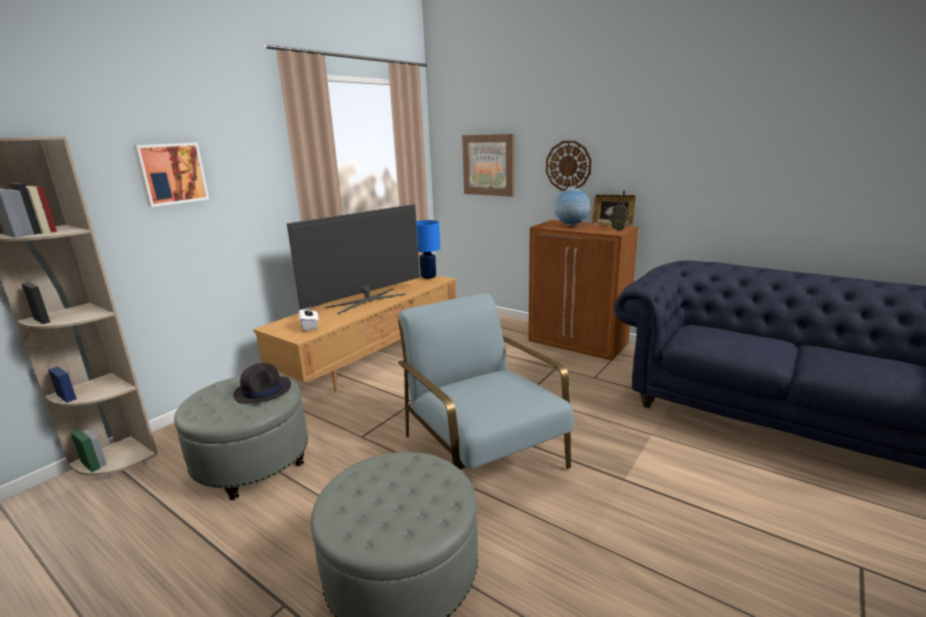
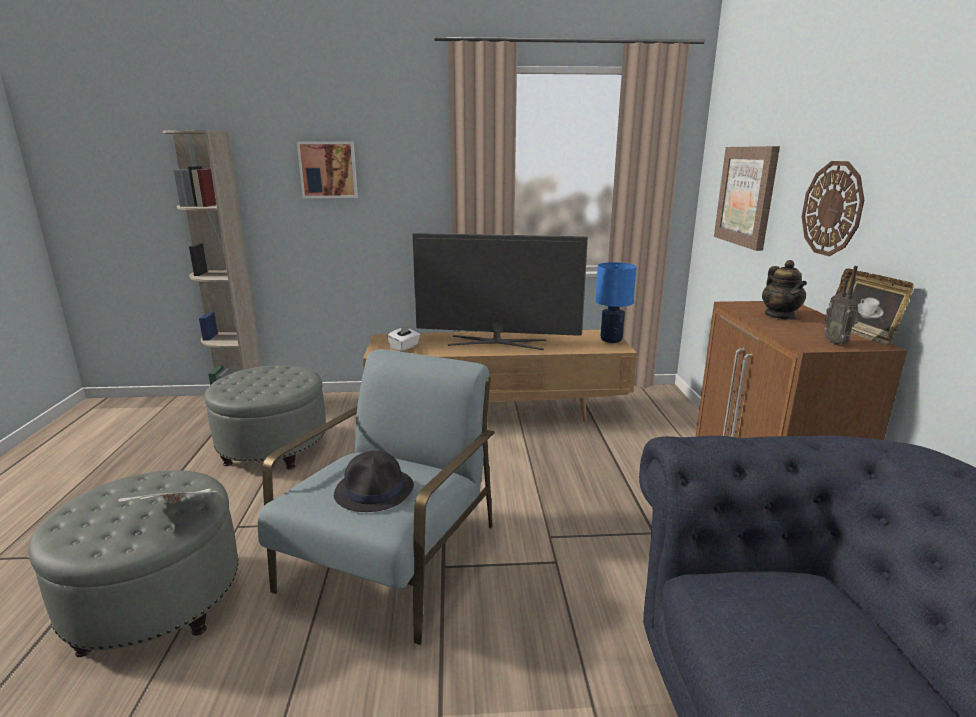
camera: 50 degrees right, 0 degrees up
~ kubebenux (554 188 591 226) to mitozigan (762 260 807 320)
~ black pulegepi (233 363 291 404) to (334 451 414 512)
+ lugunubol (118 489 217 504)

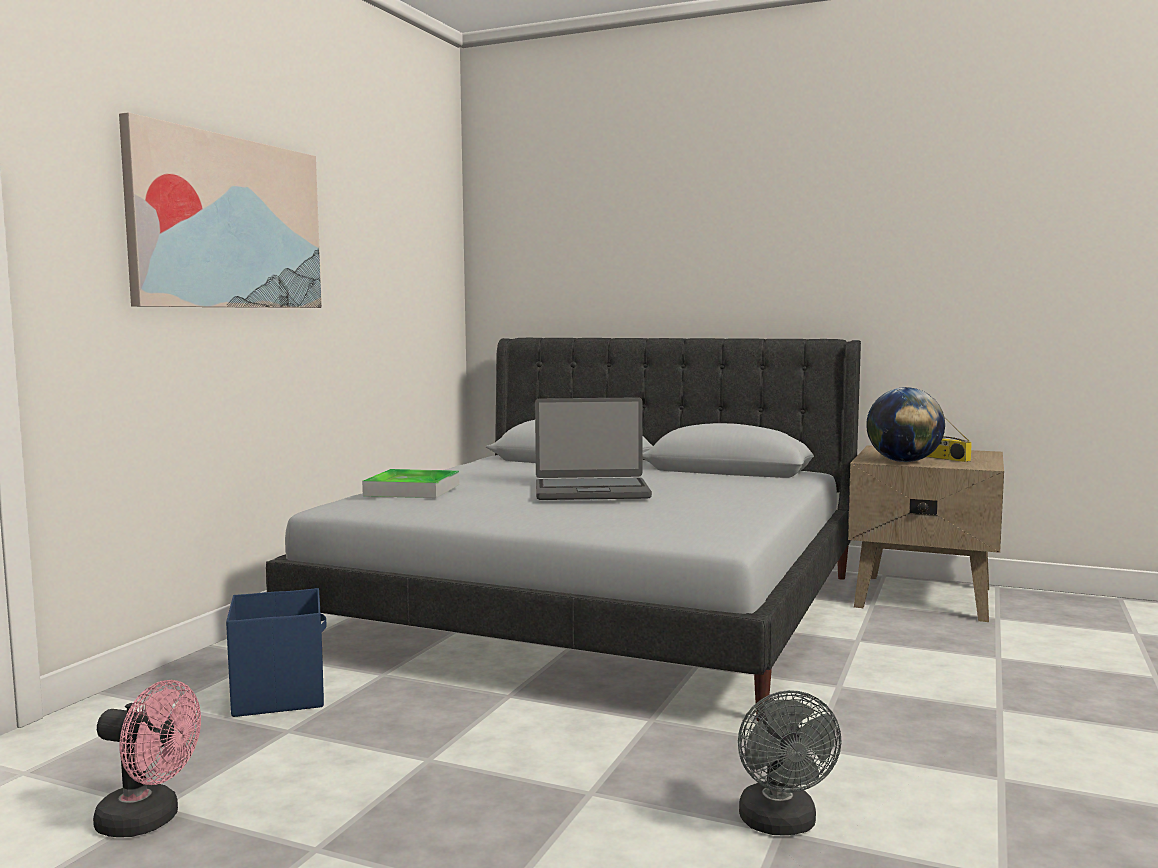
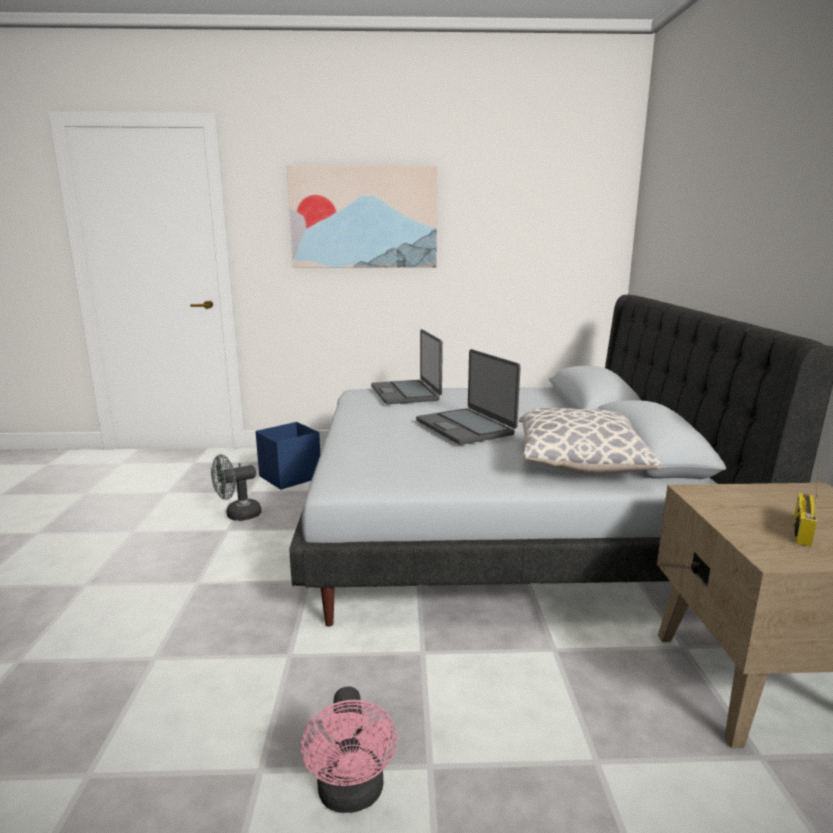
camera: 65 degrees right, 10 degrees up
- kubebenux (866 387 945 462)
~ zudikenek (362 469 459 498) to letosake (371 329 443 404)
~ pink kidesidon (93 680 201 837) to (301 686 397 813)
~ grey kidesidon (738 690 842 835) to (211 455 261 521)
+ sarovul (519 408 661 475)

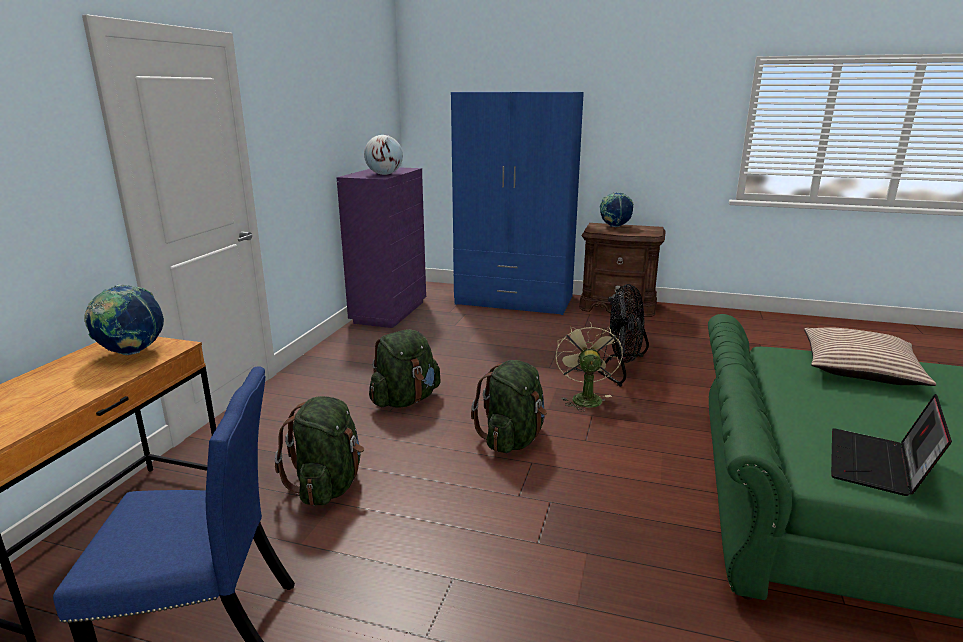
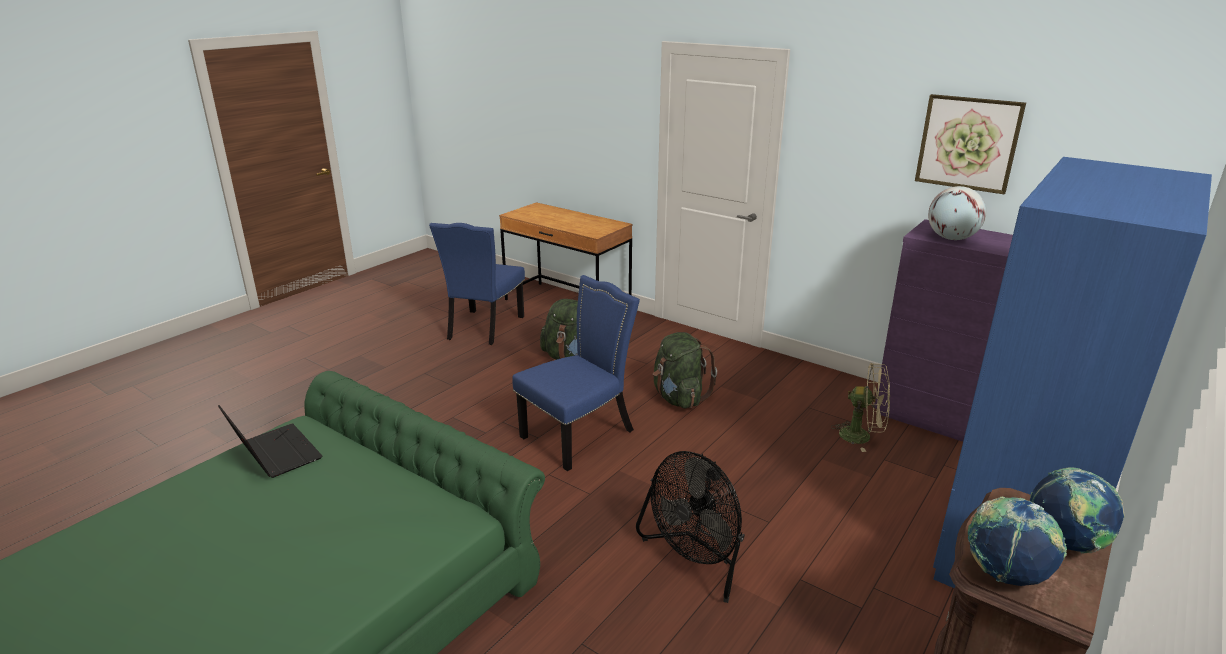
camera: 110 degrees right, 5 degrees up
~ kubebenux (84 285 164 355) to (968 497 1067 586)
~ beige kidesidon (556 322 623 412) to (831 363 890 452)
- sarovul (804 327 936 386)
~ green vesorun (471 360 547 453) to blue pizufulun (512 275 640 471)
+ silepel (915 94 1026 194)

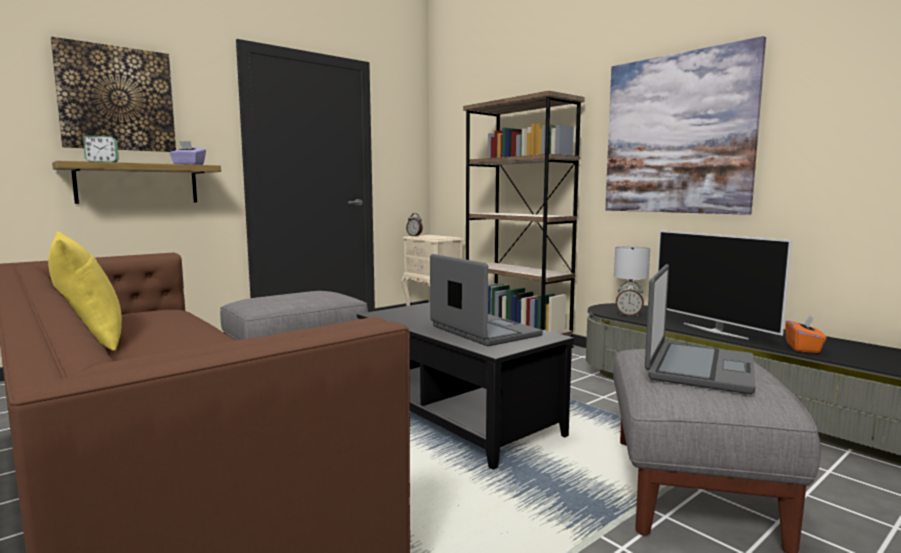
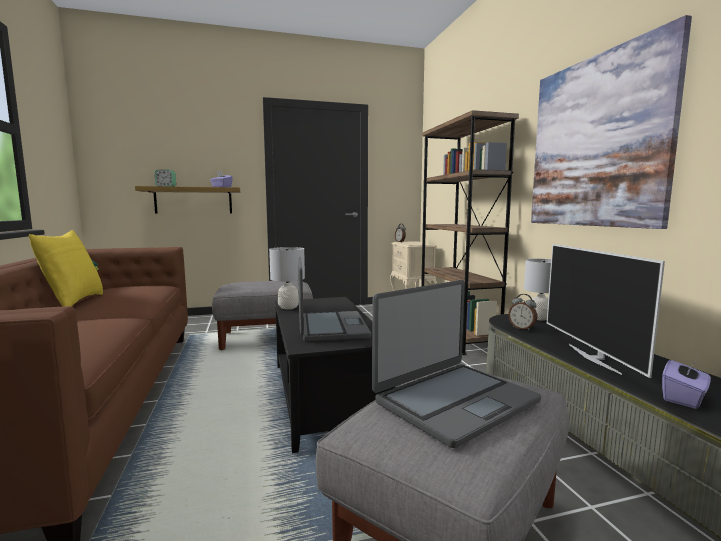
camera: 25 degrees right, 0 degrees up
- silepel (51 37 176 152)
~ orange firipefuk (785 315 826 353) to purple firipefuk (662 357 711 409)
+ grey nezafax (269 247 305 310)

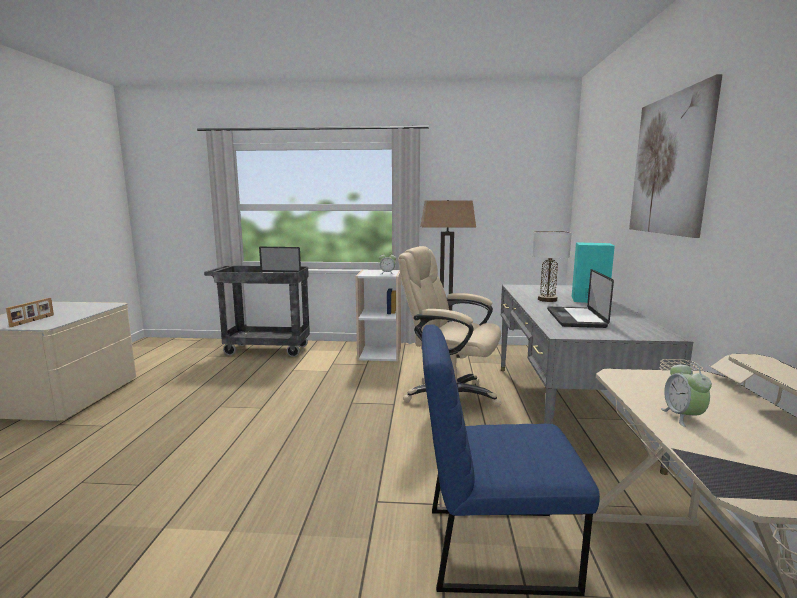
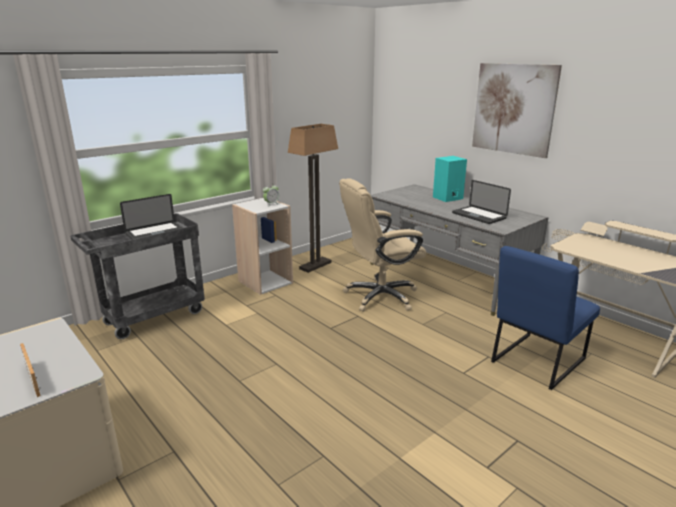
camera: 45 degrees left, 10 degrees up
- nezafax (532 231 572 302)
- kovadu (661 361 712 427)

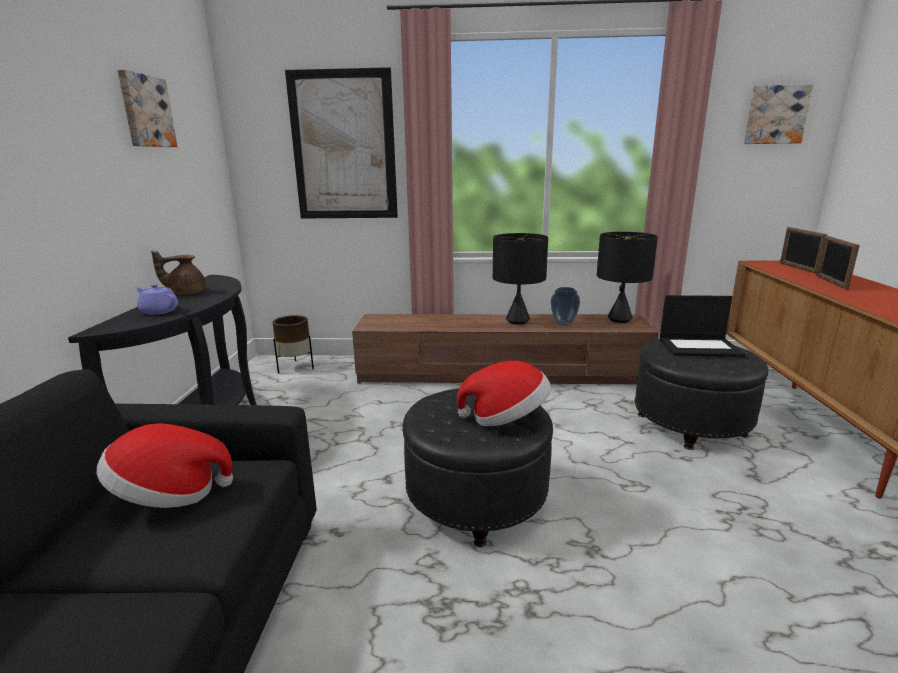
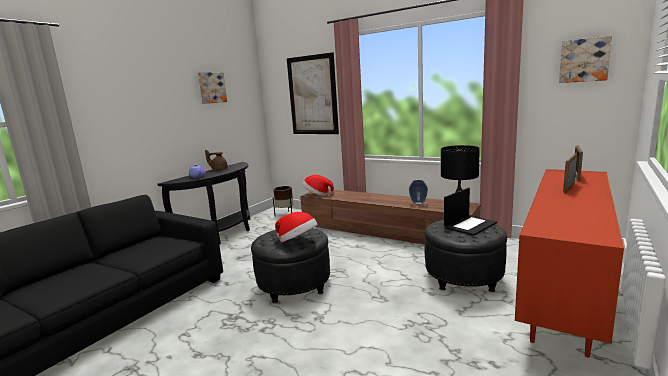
camera: 30 degrees right, 5 degrees down
- black nezafax (493 233 548 324)
~ letosake (660 295 745 357) = (444 188 497 236) 75 degrees counterclockwise
~ pulegepi (97 423 233 508) to (302 175 334 196)

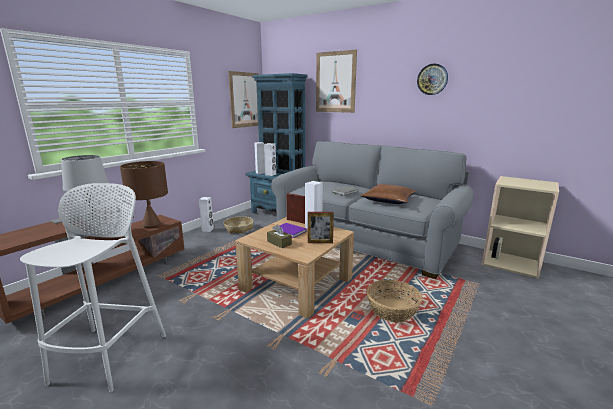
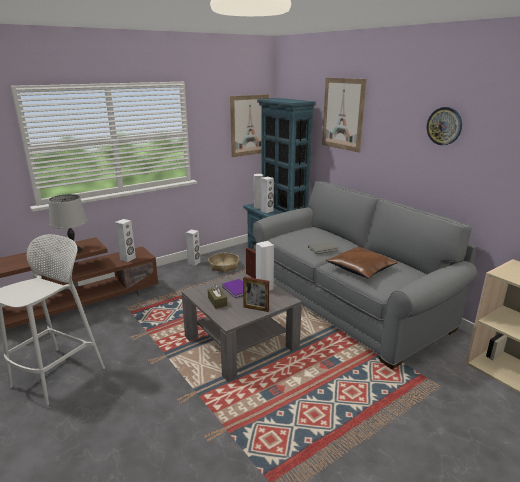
camera: 20 degrees right, 5 degrees up
~ brown nezafax (120 161 168 228) to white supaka (115 219 136 262)
~ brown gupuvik (235 217 354 319) to grey gupuvik (181 271 302 382)
- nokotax (367 280 422 322)

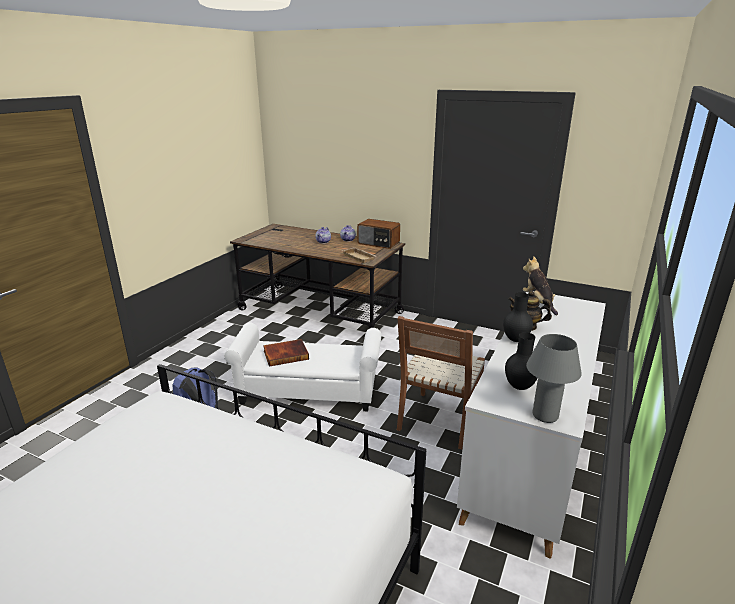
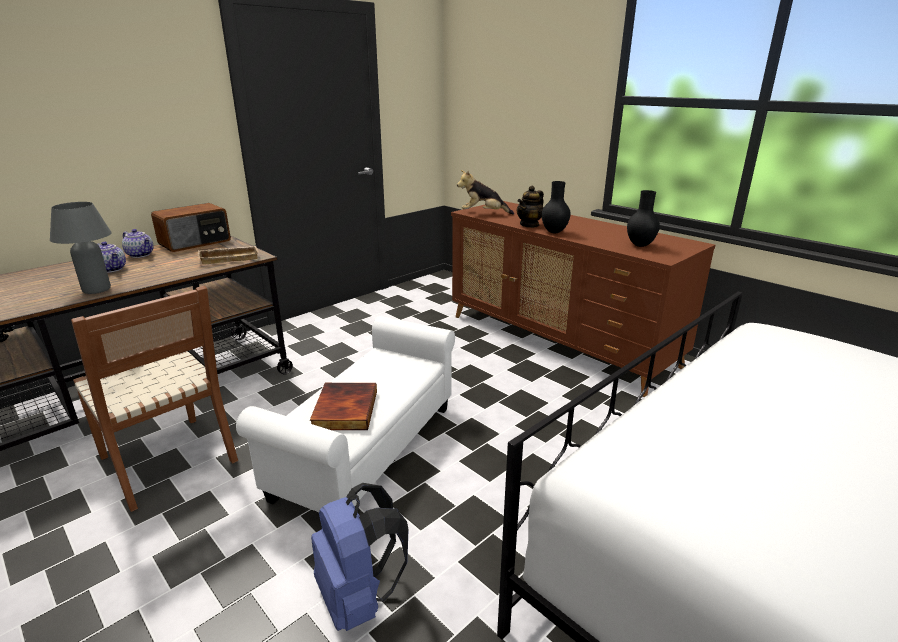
camera: 70 degrees left, 0 degrees up
~ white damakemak (457 292 606 559) to brown damakemak (451 201 715 397)
~ pizufulun (397 316 485 449) to (71 286 238 512)
~ grey nezafax (526 334 582 423) to (50 202 112 294)

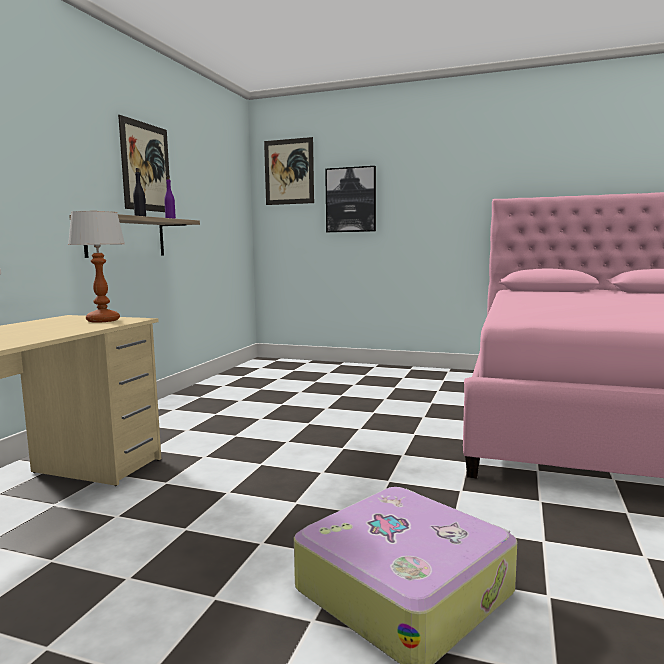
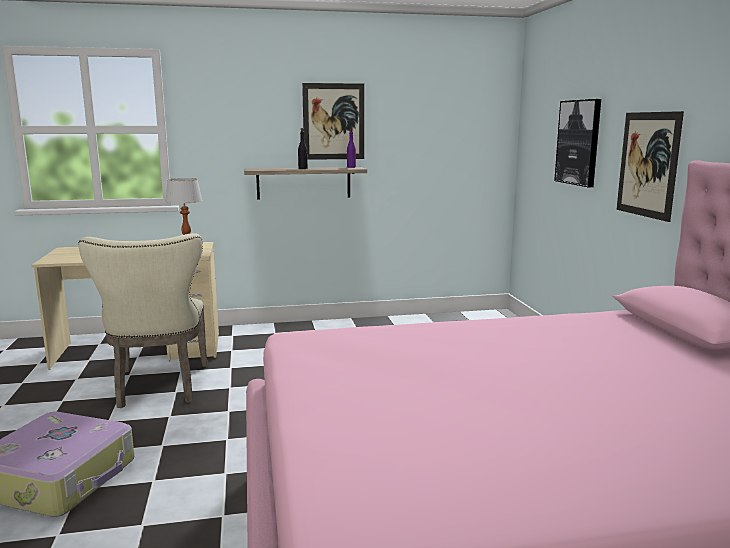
camera: 60 degrees right, 5 degrees up
~ silepel (264 137 314 205) to (617 111 684 222)
+ beige pizufulun (78 233 208 408)

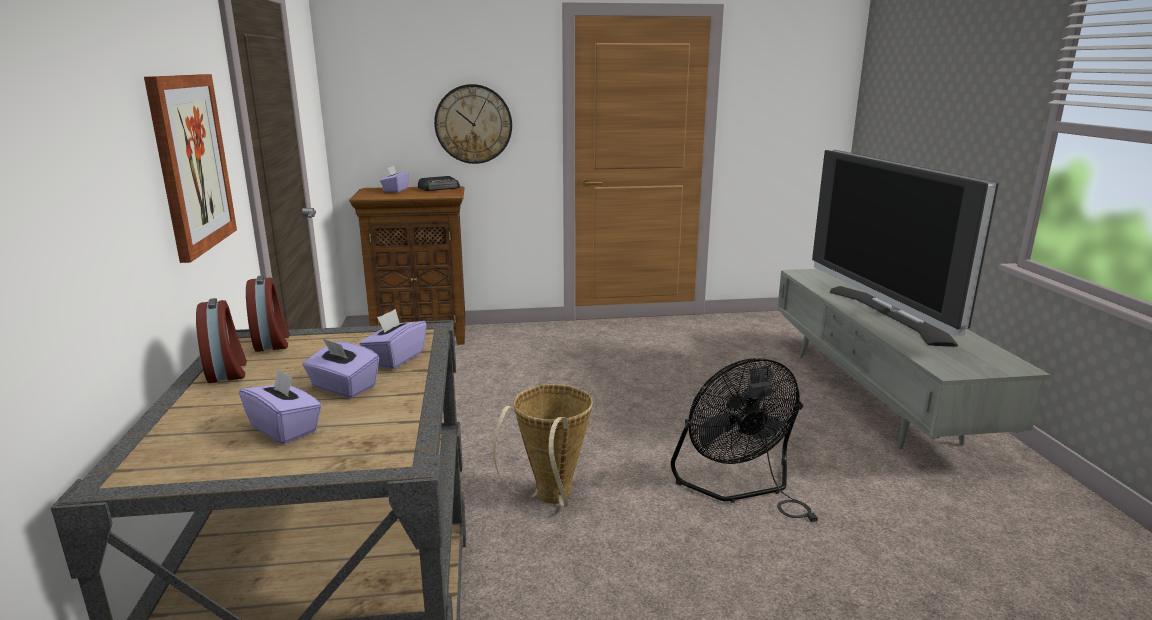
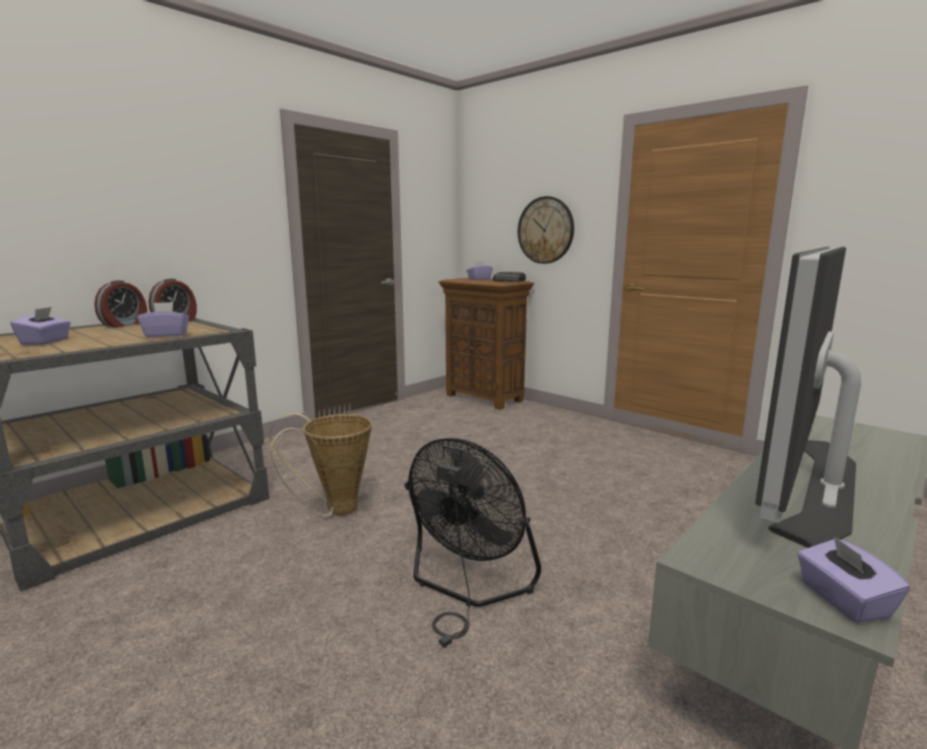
camera: 50 degrees right, 5 degrees down
- silepel (144 74 237 263)
~ purple firipefuk (302 339 379 398) to (797 535 910 623)

